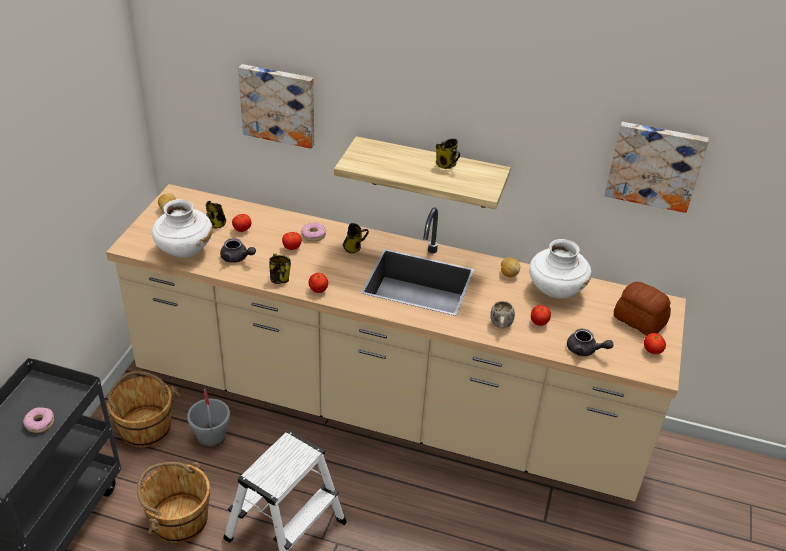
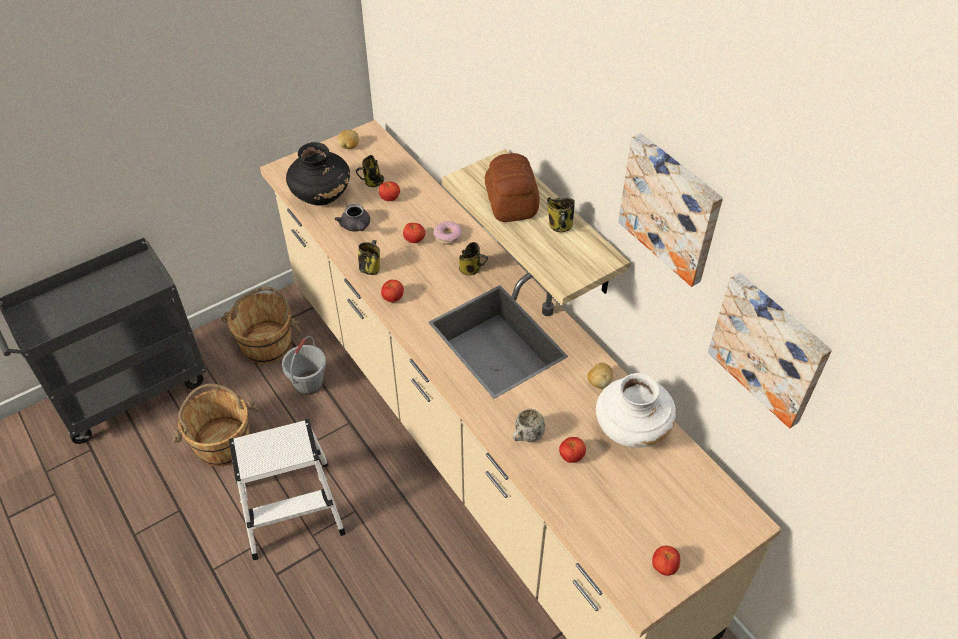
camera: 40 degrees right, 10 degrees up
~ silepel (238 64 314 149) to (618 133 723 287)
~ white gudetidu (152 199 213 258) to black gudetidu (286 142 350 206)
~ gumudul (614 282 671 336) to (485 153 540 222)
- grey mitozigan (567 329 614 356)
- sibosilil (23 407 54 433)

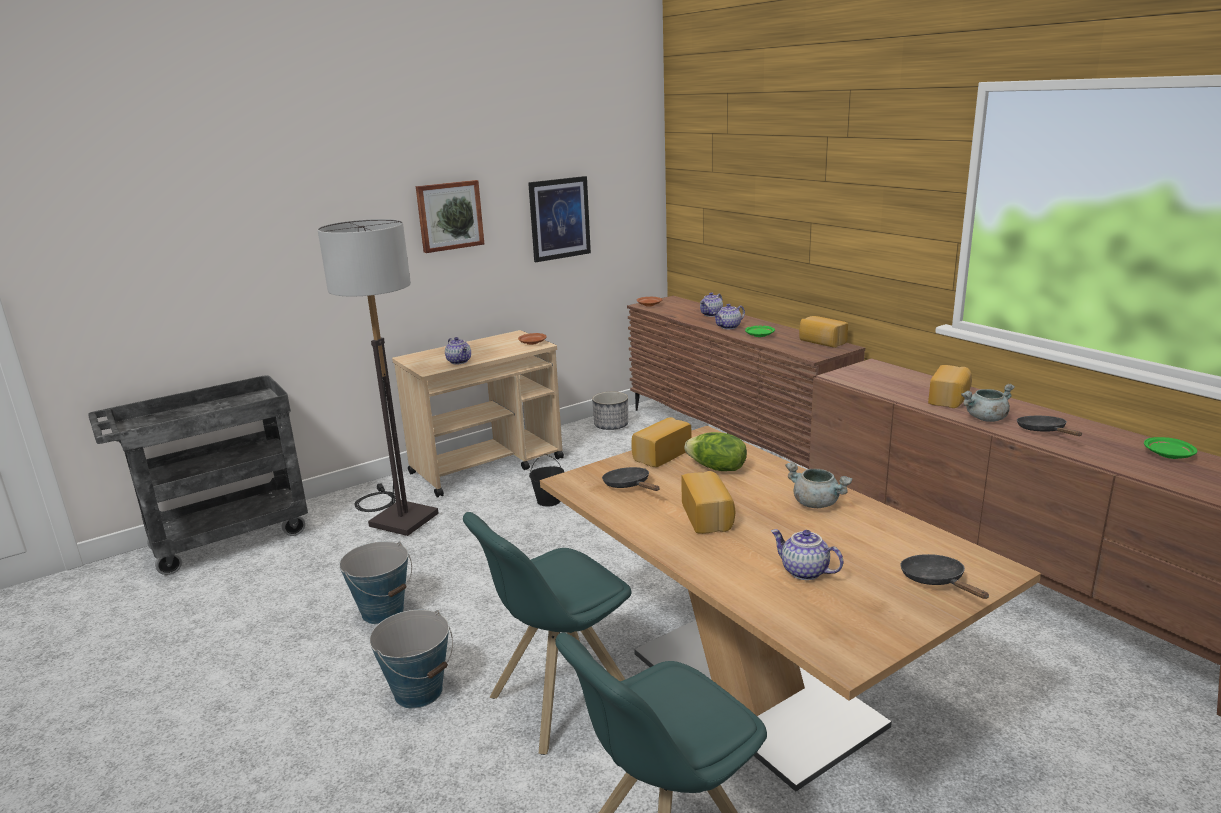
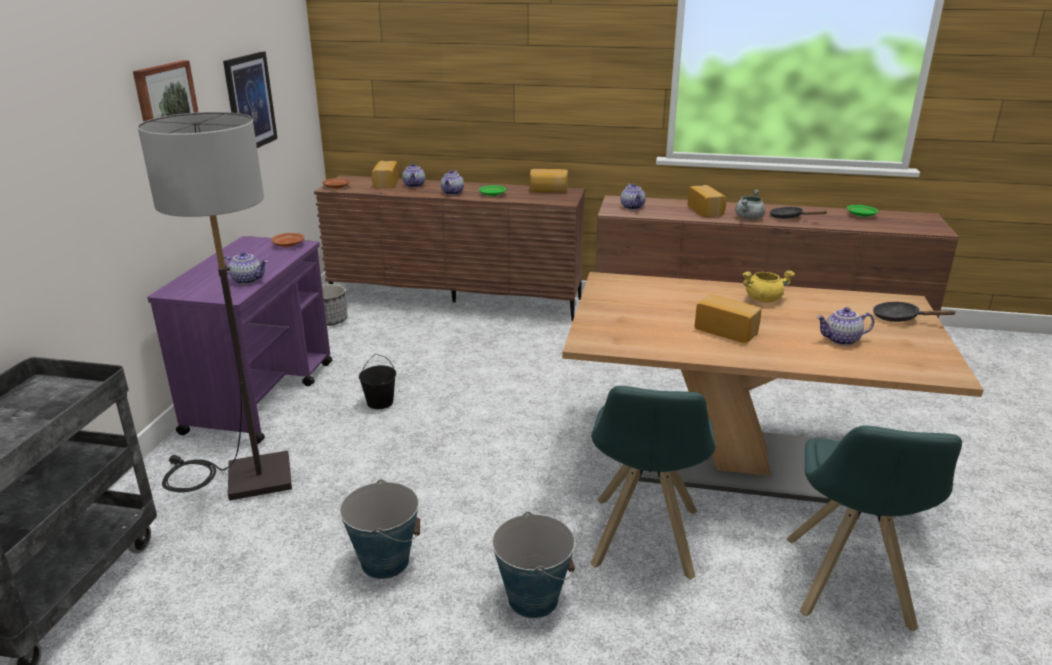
camera: 45 degrees left, 5 degrees up
~ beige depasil (392 330 564 498) to purple depasil (147 236 332 444)
~ gumudul (631 417 691 467) to (371 161 399 189)
- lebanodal (685 432 747 471)
~ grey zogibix (785 462 853 508) to yellow zogibix (742 271 795 303)
- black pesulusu (602 467 660 491)
+ mitozigan (621 183 646 210)

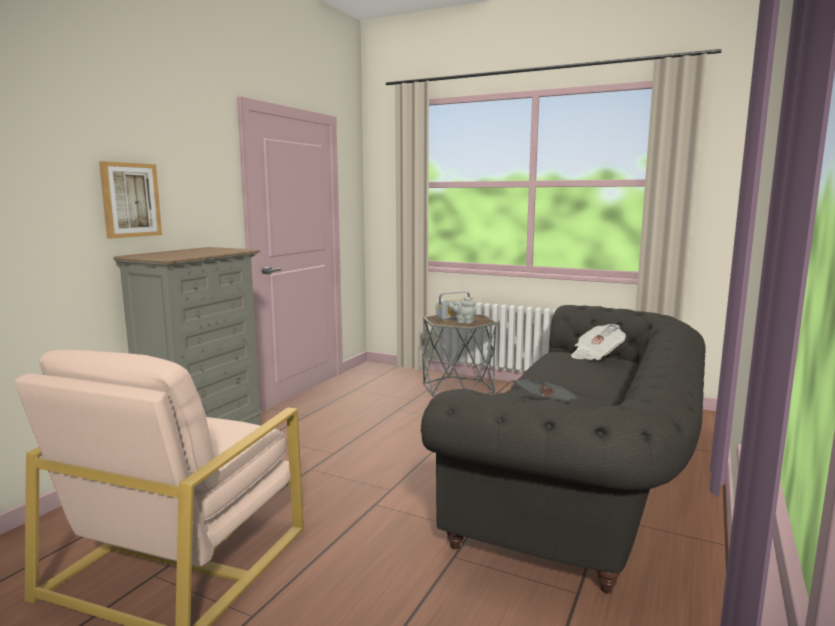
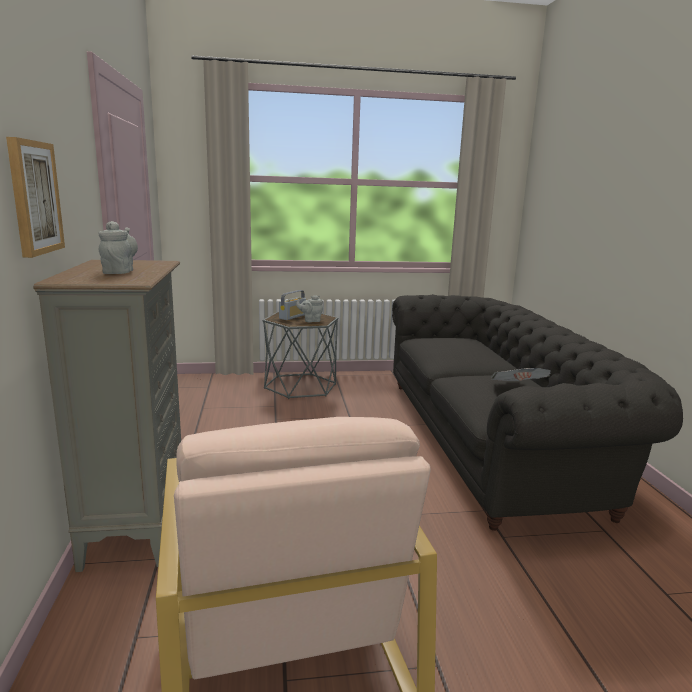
camera: 35 degrees left, 5 degrees up
- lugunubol (571 324 626 360)
+ grey mitozigan (98 221 138 274)

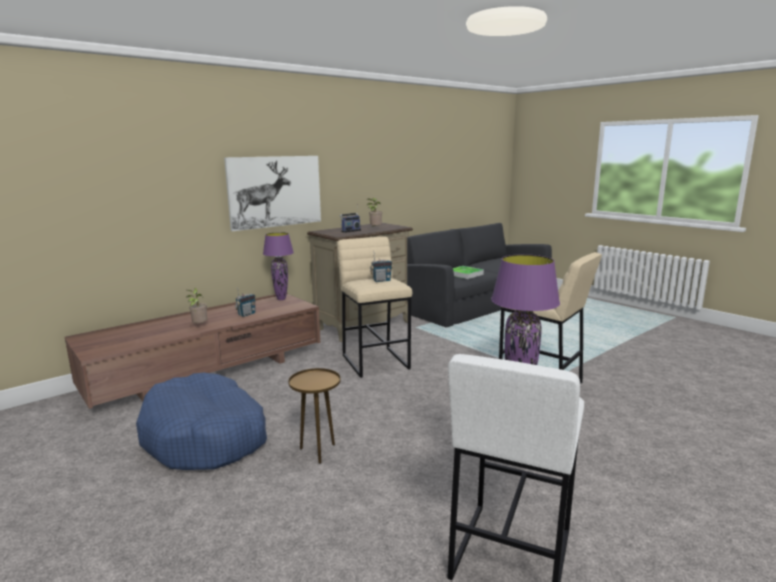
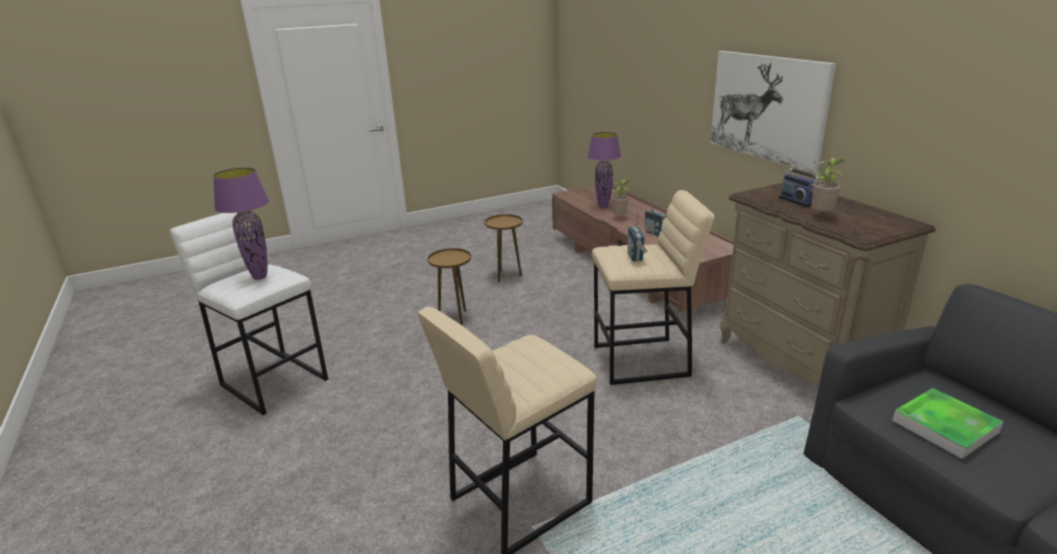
camera: 105 degrees right, 10 degrees up
~ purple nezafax (263 232 294 300) to (587 132 621 208)
~ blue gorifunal (136 373 267 470) to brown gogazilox (485 214 523 282)

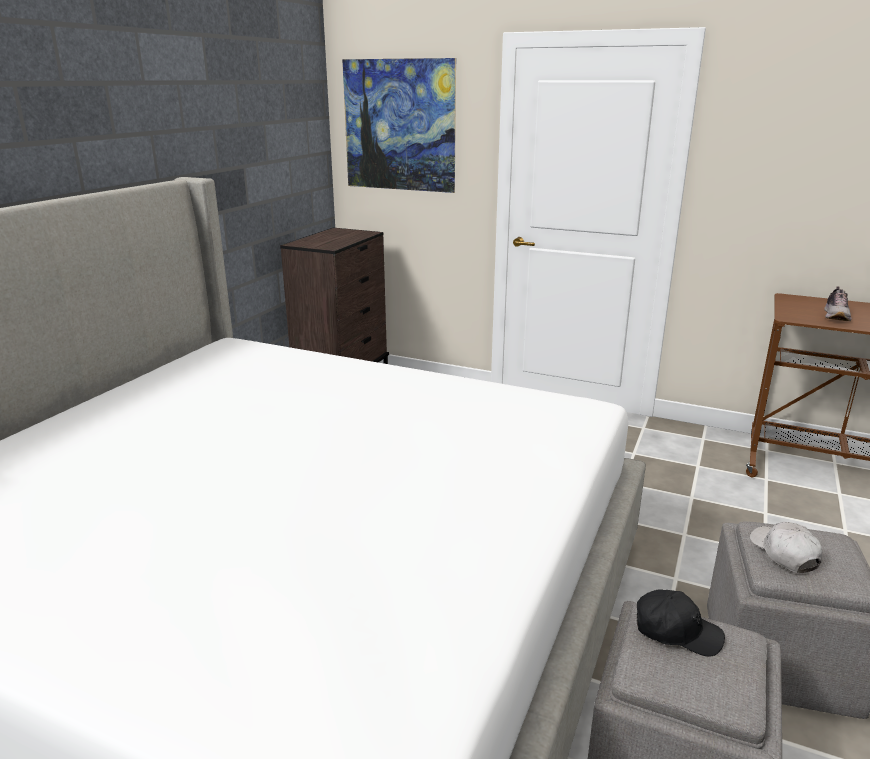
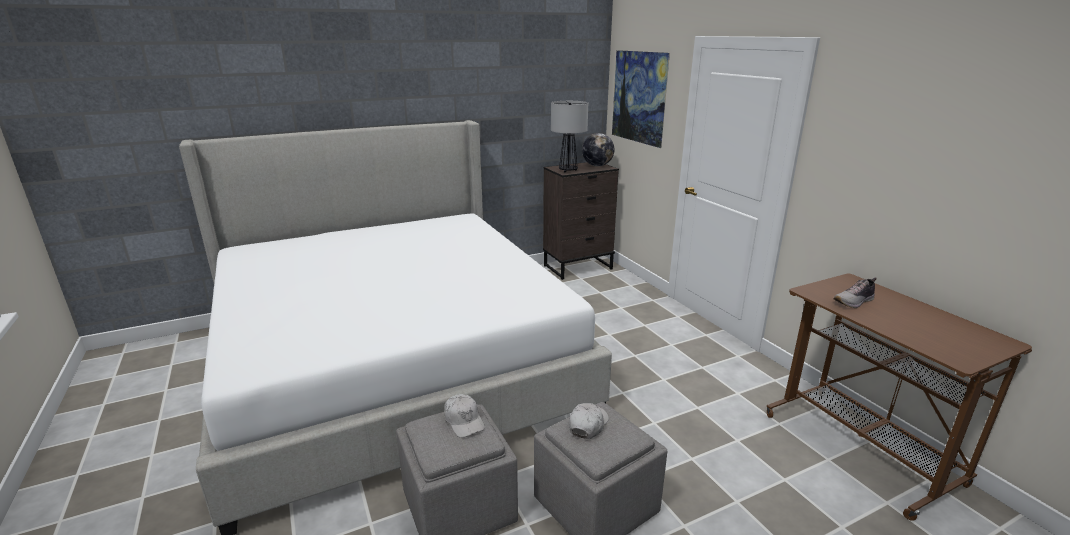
camera: 40 degrees right, 0 degrees up
~ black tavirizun (636 590 725 657) to white tavirizun (444 394 485 438)
+ nezafax (551 101 588 172)
+ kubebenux (582 133 614 166)

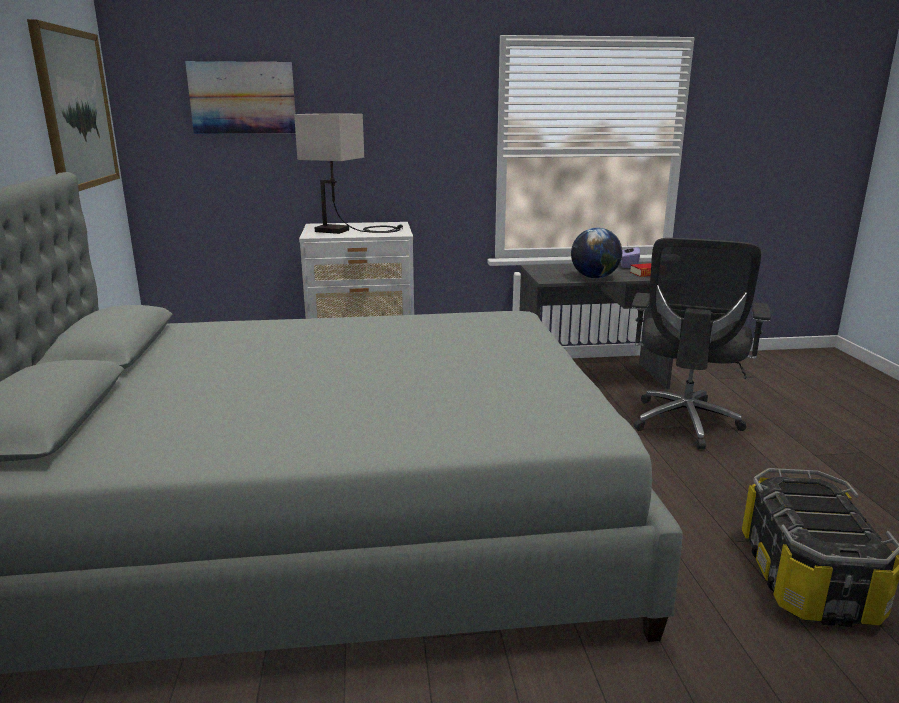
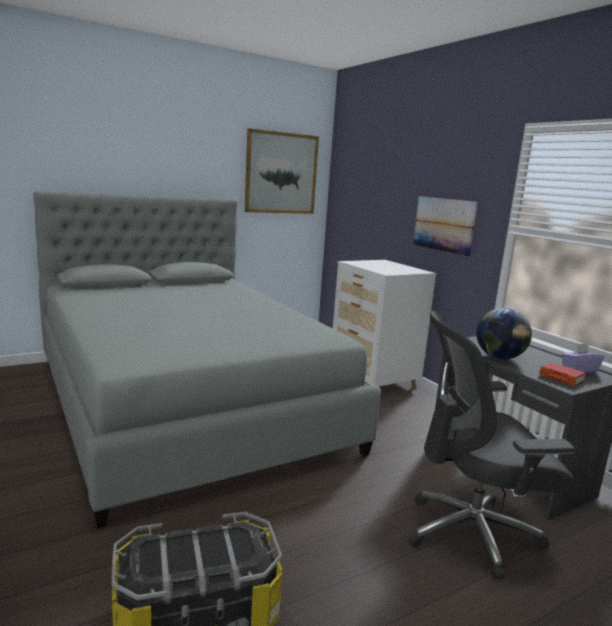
camera: 65 degrees right, 5 degrees down
~ silepel (185 61 296 134) to (413 196 478 257)
- nezafax (294 113 403 234)

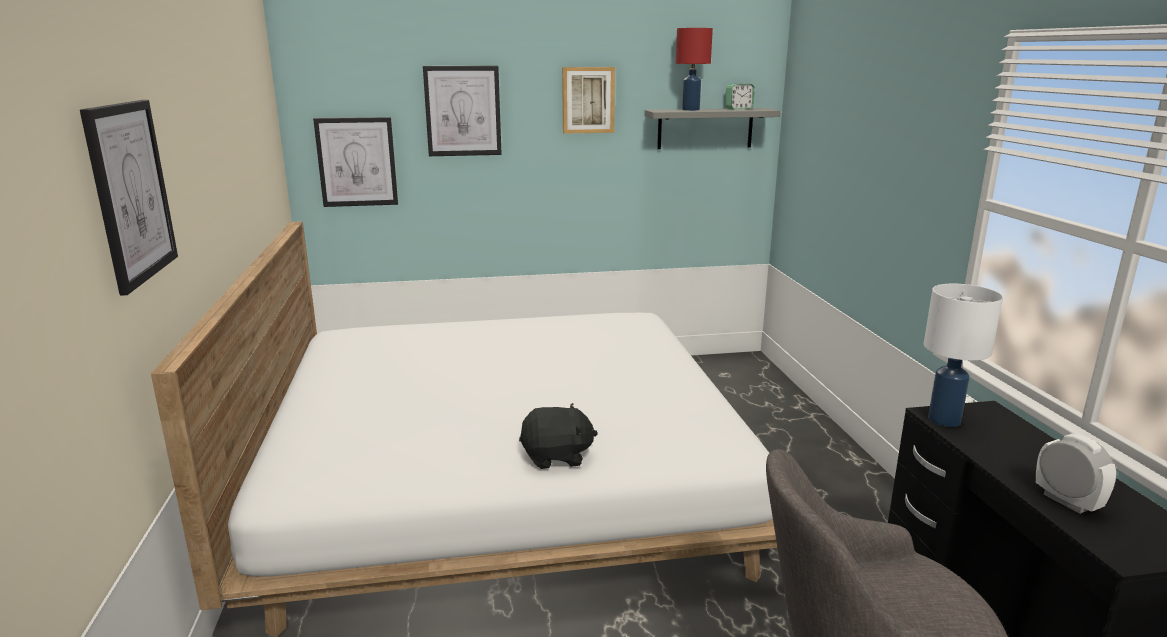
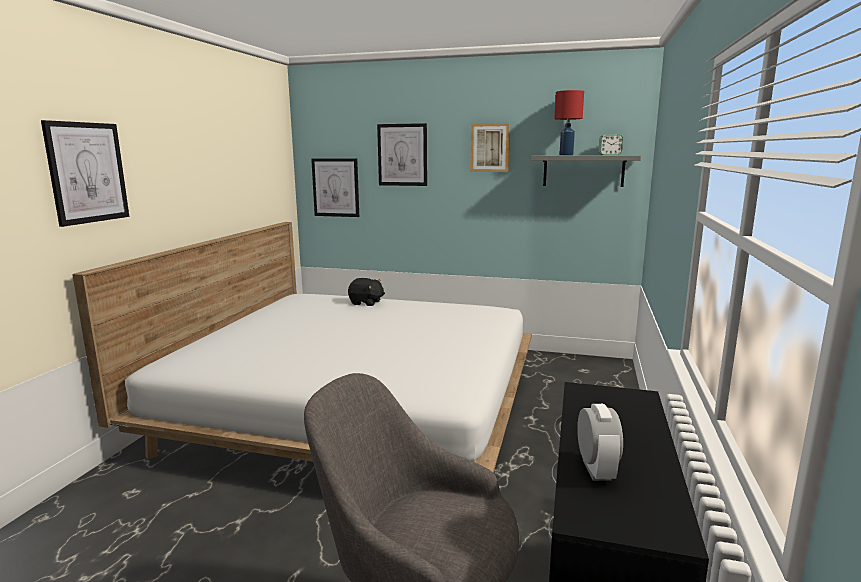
camera: 25 degrees right, 5 degrees down
- white nezafax (924 284 1003 427)
~ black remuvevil (519 403 598 469) to (348 278 385 306)

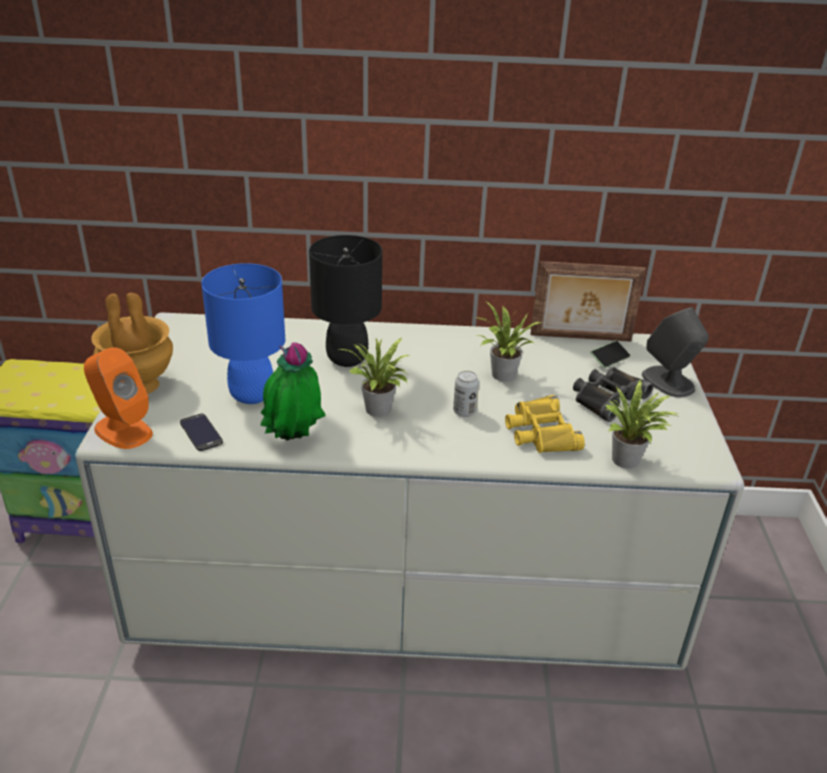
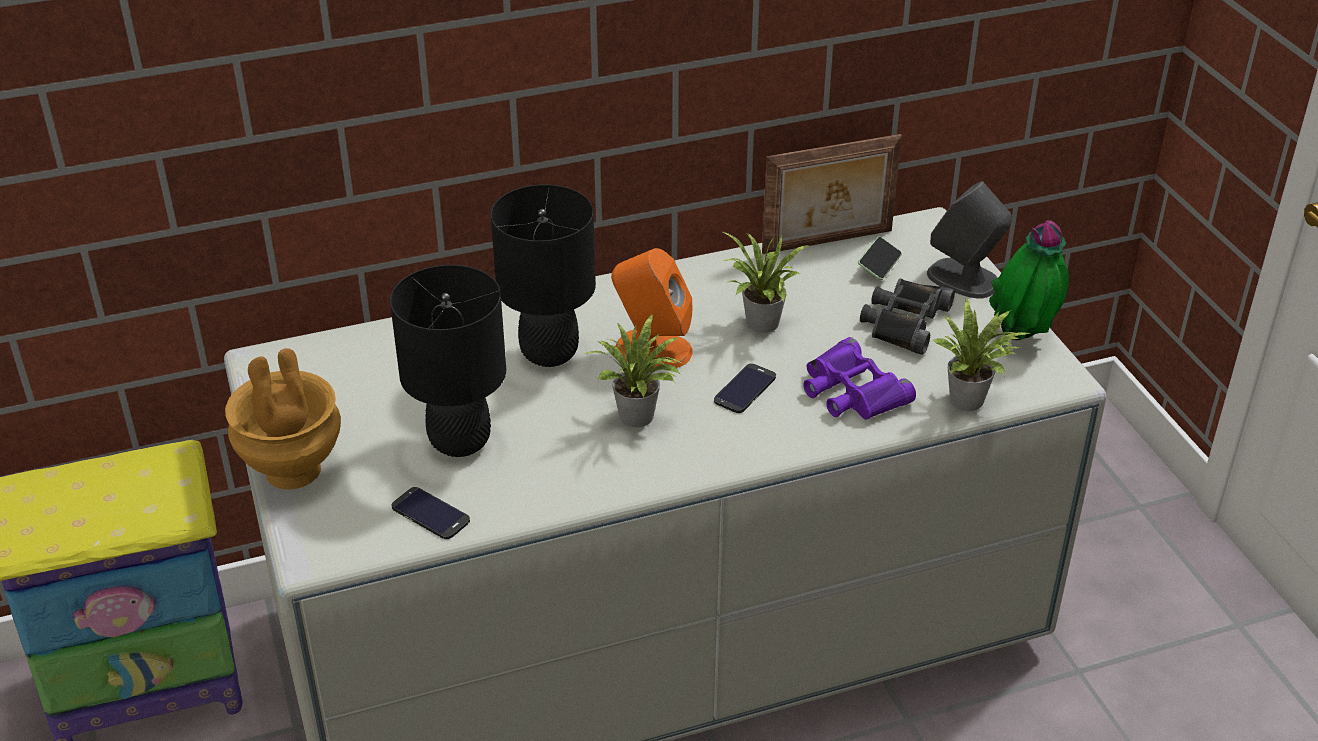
camera: 20 degrees left, 5 degrees up
~ blue nezafax (201 263 285 404) to black nezafax (390 265 506 457)
~ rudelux (261 343 326 441) to (989 220 1069 340)
~ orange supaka (84 347 153 449) to (611 248 693 368)
~ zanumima (453 371 479 417) to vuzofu (714 363 776 413)
~ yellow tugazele (505 395 585 453) to purple tugazele (803 337 916 420)

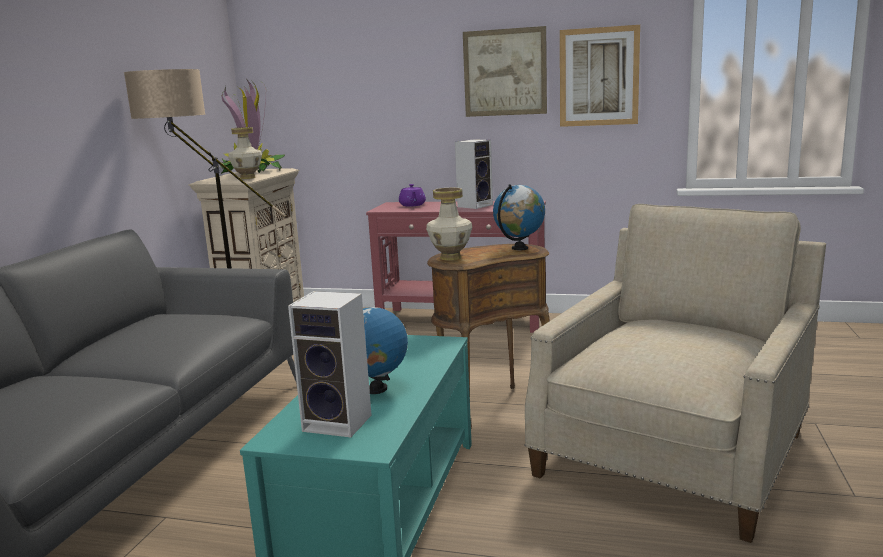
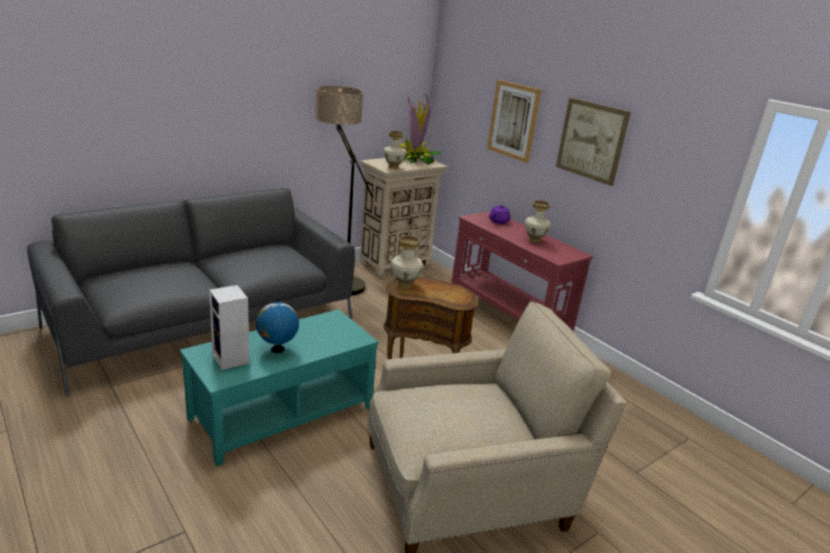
camera: 35 degrees right, 10 degrees up
~ silepel (560 25 640 127) to (487 80 541 163)
~ supaka (455 140 493 209) to gudetidu (525 200 551 243)
- kubebenux (493 184 545 250)

